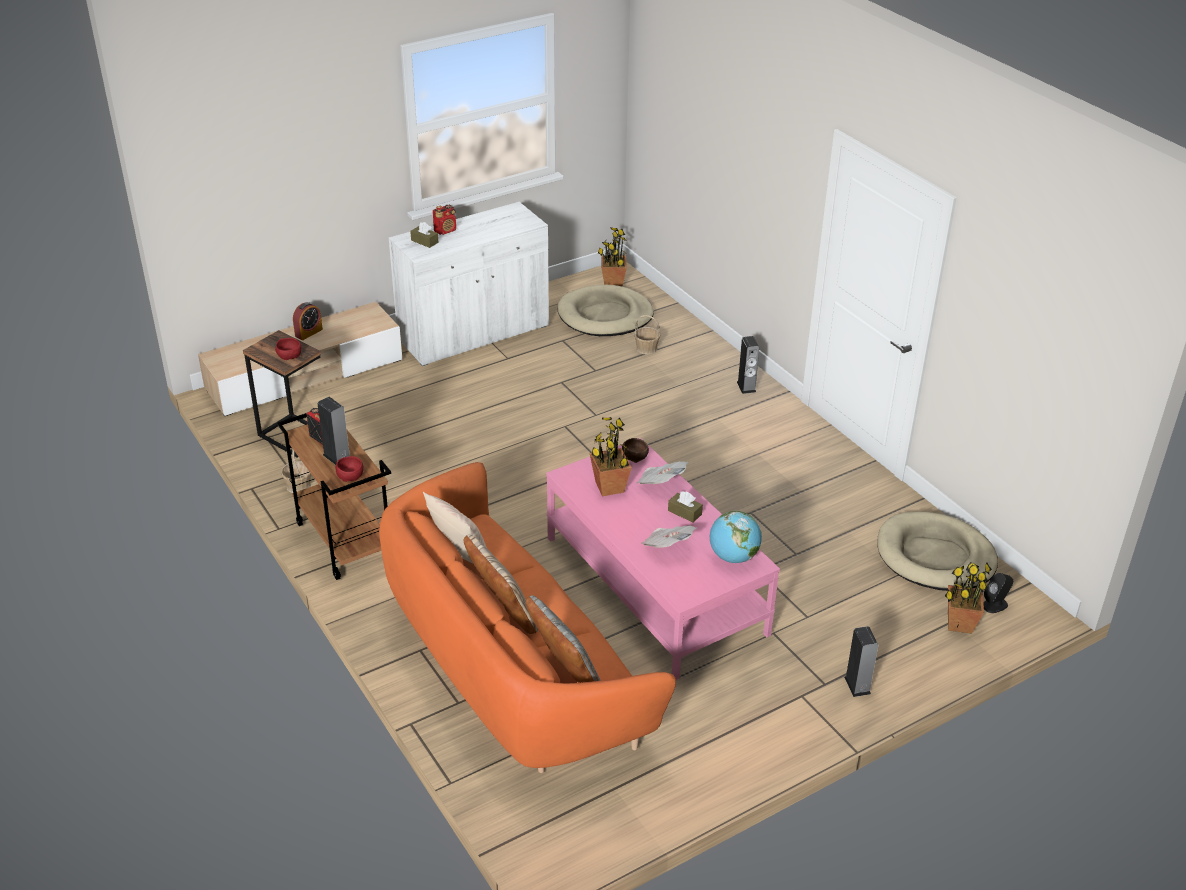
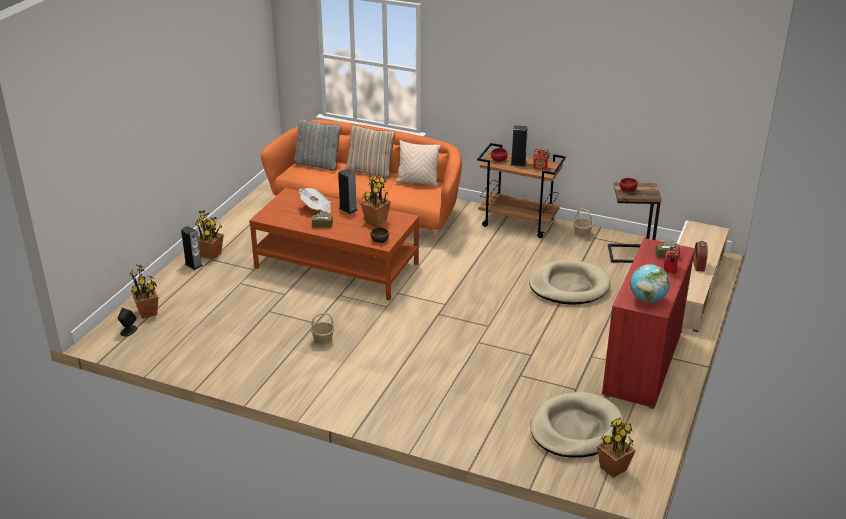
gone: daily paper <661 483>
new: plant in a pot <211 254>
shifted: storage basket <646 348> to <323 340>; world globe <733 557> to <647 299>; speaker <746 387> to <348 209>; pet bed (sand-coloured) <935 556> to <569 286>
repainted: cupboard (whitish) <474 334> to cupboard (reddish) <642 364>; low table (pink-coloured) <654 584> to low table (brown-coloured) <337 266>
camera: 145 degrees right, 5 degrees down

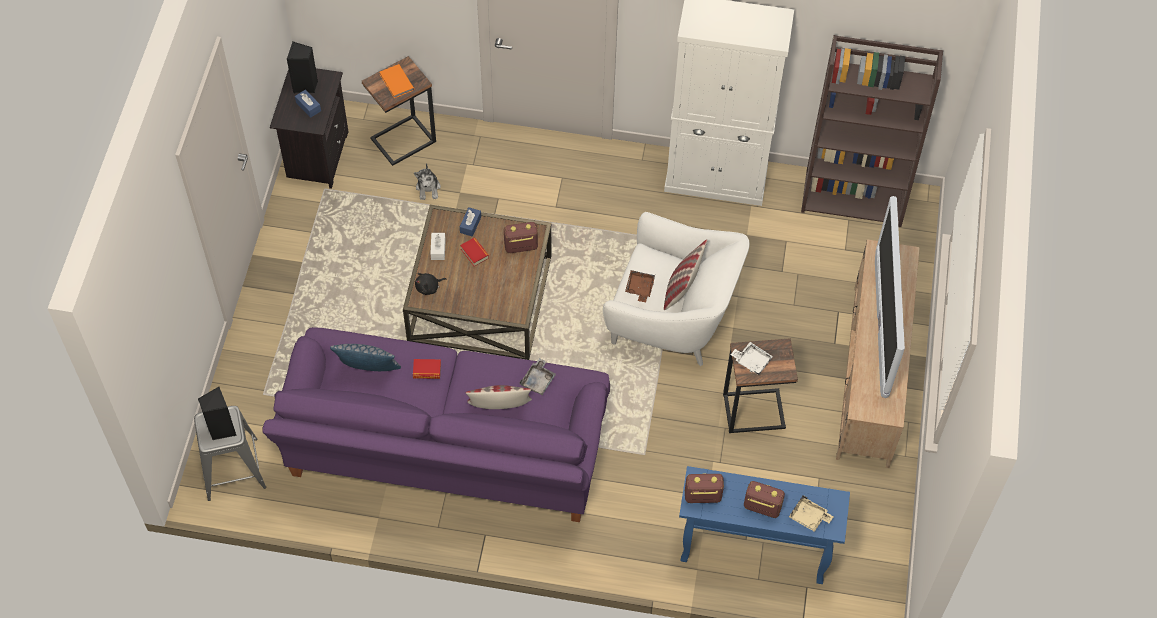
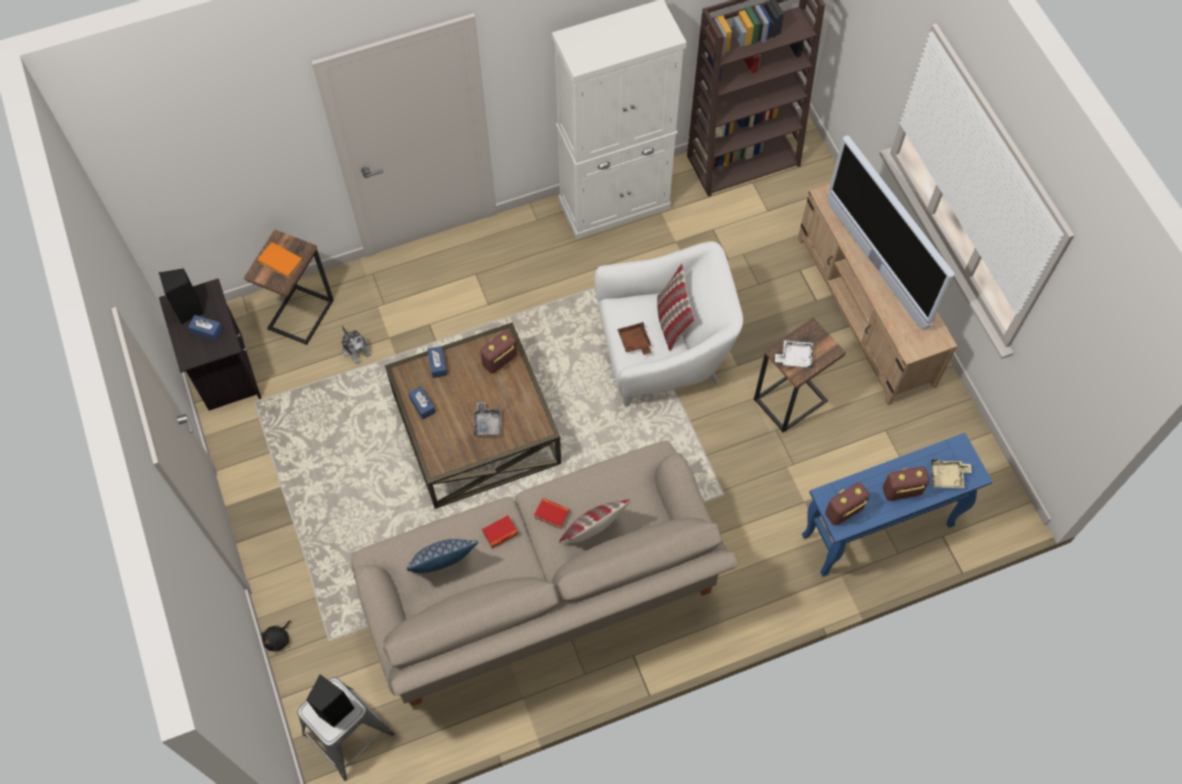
shifted: cuddly toy (blackish) <429 287> to <278 639>; book <474 253> to <552 514>; carrying tray (gray) <538 380> to <488 423>
repainted: couch (purple) <445 452> to couch (sand-coloured) <543 597>; box of tissues (whitish) <438 249> to box of tissues (bluish) <422 405>
camera: 30 degrees left, 5 degrees up

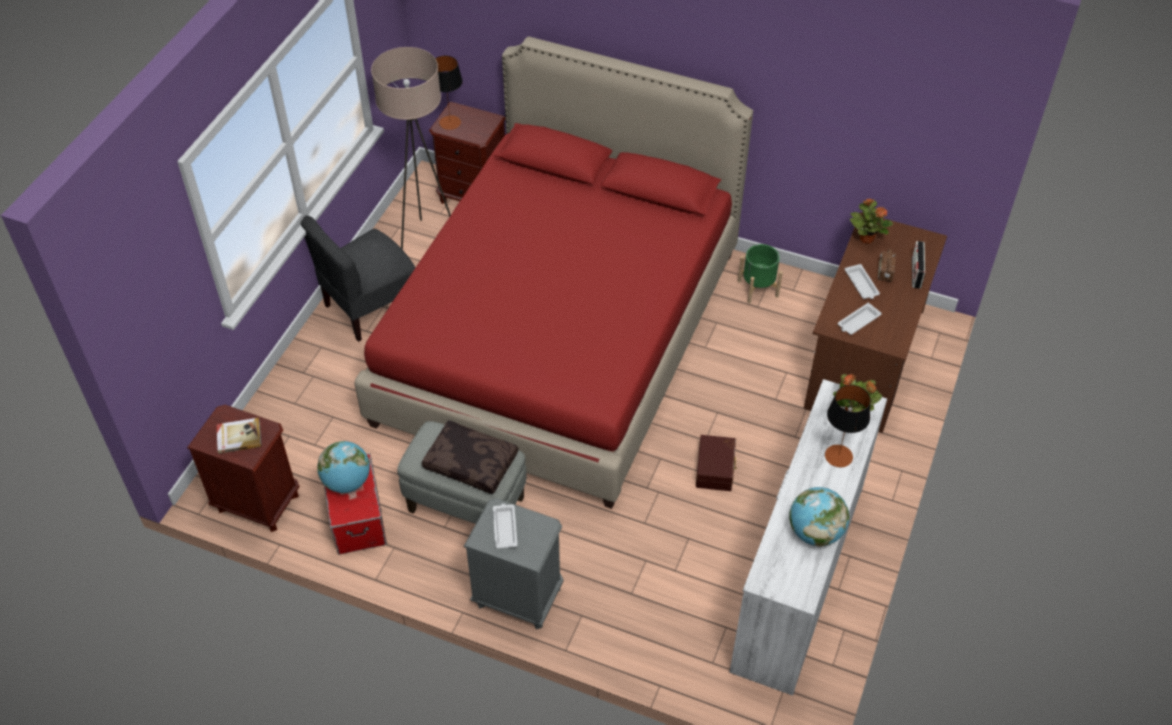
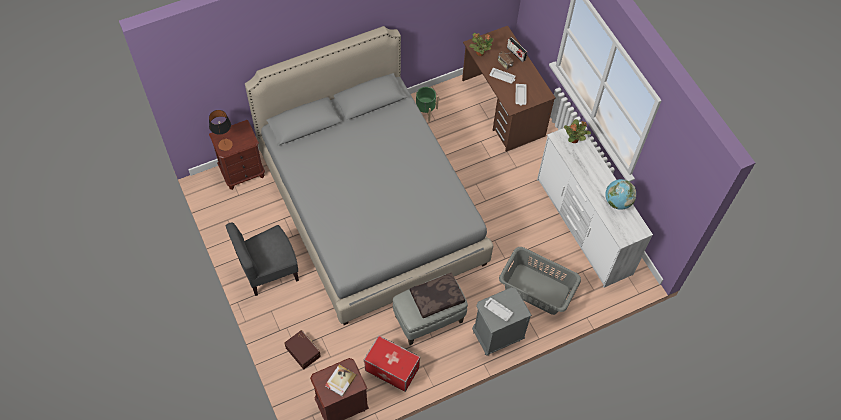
gone: world globe <347 482>; standing lamp (sand-coloured) <427 244>; lamp for a table <838 456>
new: hamper (gray) <537 290>
shifted: storage container (brown-coloured) <716 469> to <303 351>
repainted: bed (reddish) <559 336> to bed (gray) <371 207>
rotated: upright chair (gray) <370 308> = <268 271> 60 degrees clockwise
camera: 50 degrees left, 10 degrees up

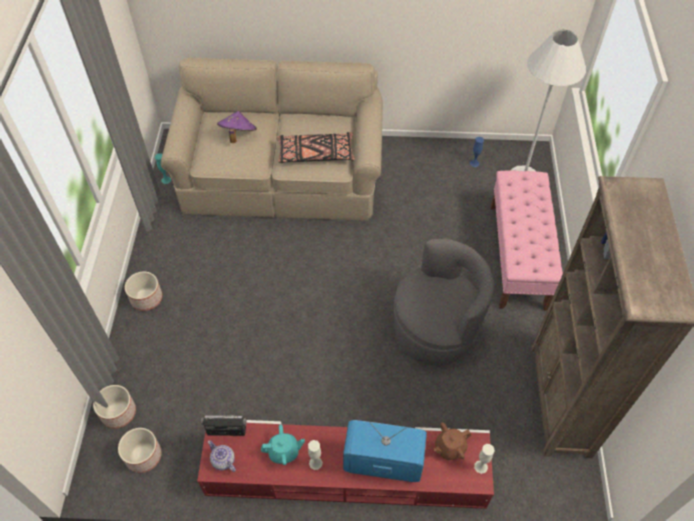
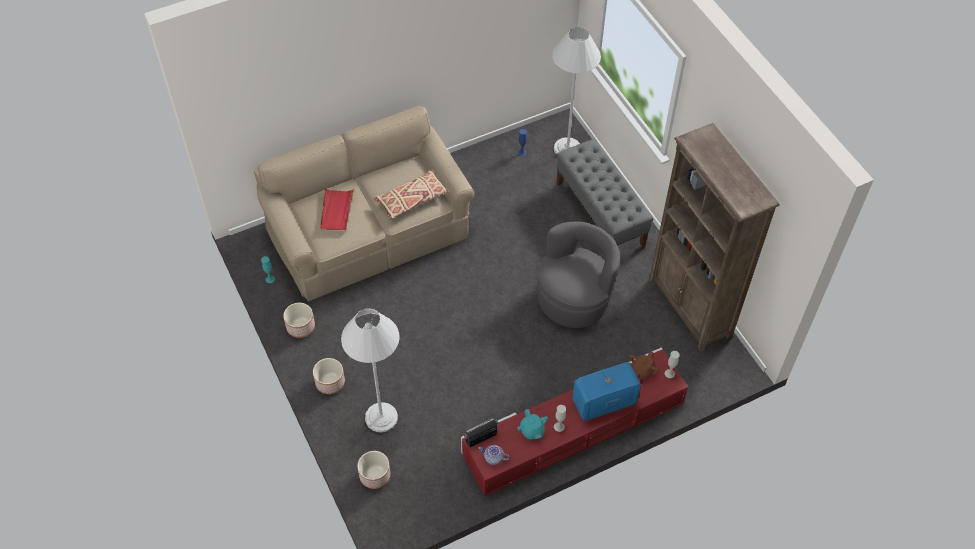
new: standing lamp (whitish) <381 417>
shifted: flower pot <144 456> to <301 326>
swapped: hat (purple) <238 135> to carrying tray (reddish) <336 211>
repainted: pillow (blackish) <315 154> to pillow (sand-coloured) <411 200>; long seat (pink-coloured) <517 256> to long seat (gray) <600 215>
rotated: tea pot (turquoise-coloured) <284 452> = <532 431> 105 degrees clockwise
camera: 30 degrees left, 0 degrees up

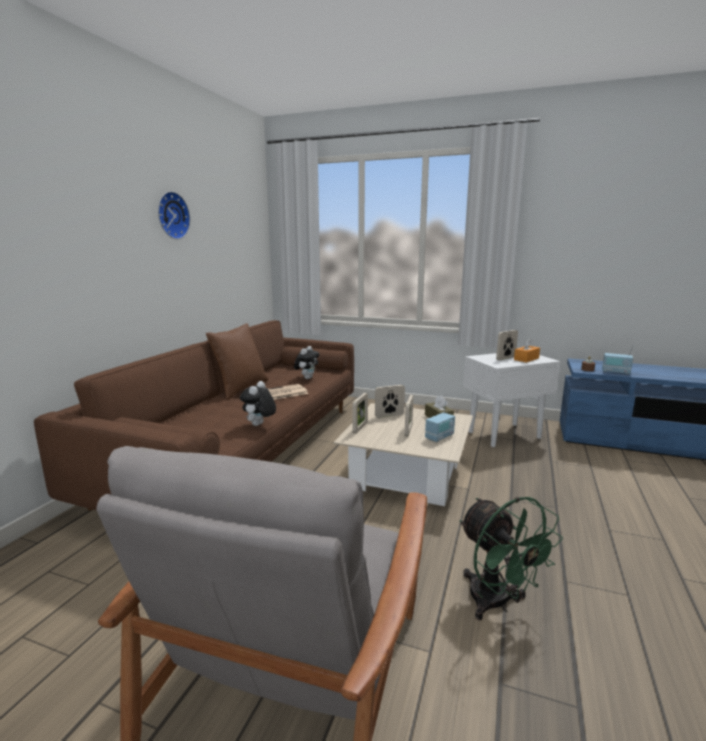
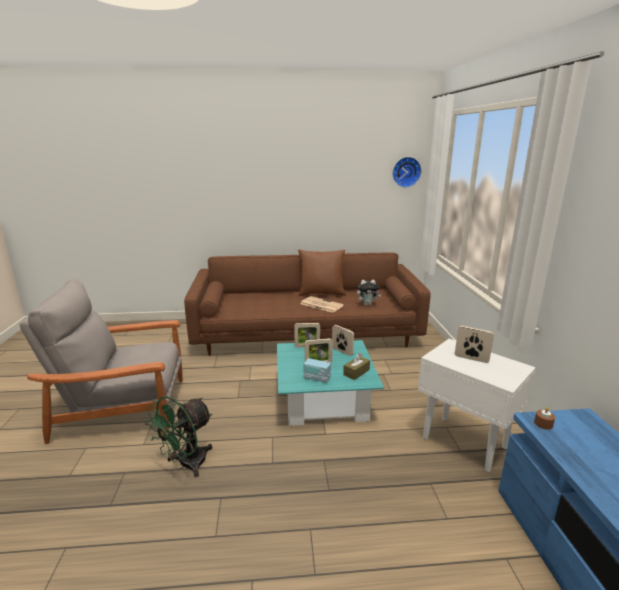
gone: cuddly toy <259 425>; box of tissues (orange) <526 359>; radio set <615 372>
shifted: wall clock <171 215> to <406 172>
repainted: low table (sand-coloured) <406 474> to low table (turquoise-coloured) <324 400>
camera: 65 degrees right, 5 degrees up

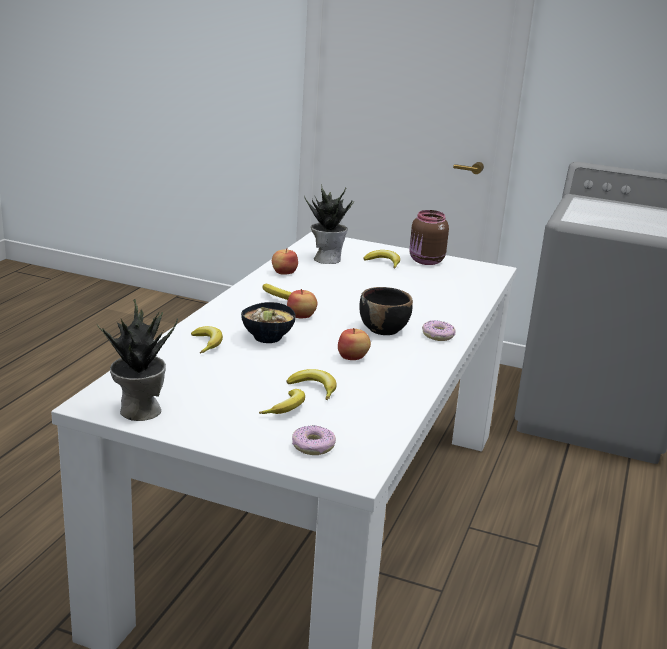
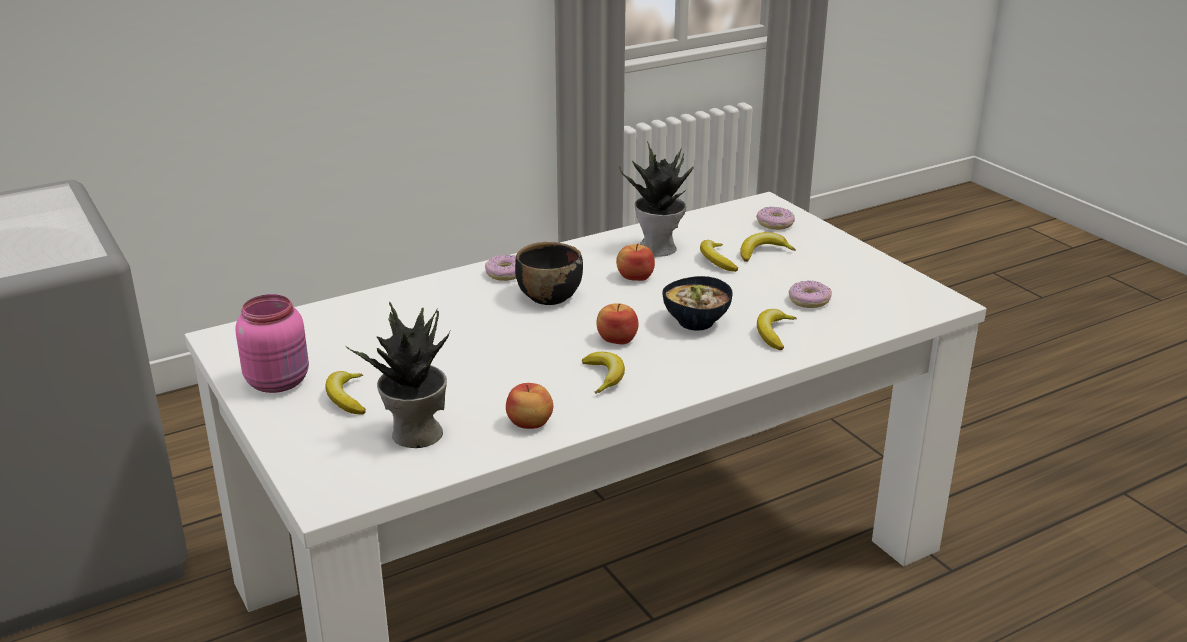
new: donut <808 300>
shifted: plant in a pot <138 411> to <659 248>
repainted: storage jar (brown-coloured) <426 261> to storage jar (pink-coloured) <280 382>
camera: 140 degrees left, 5 degrees up

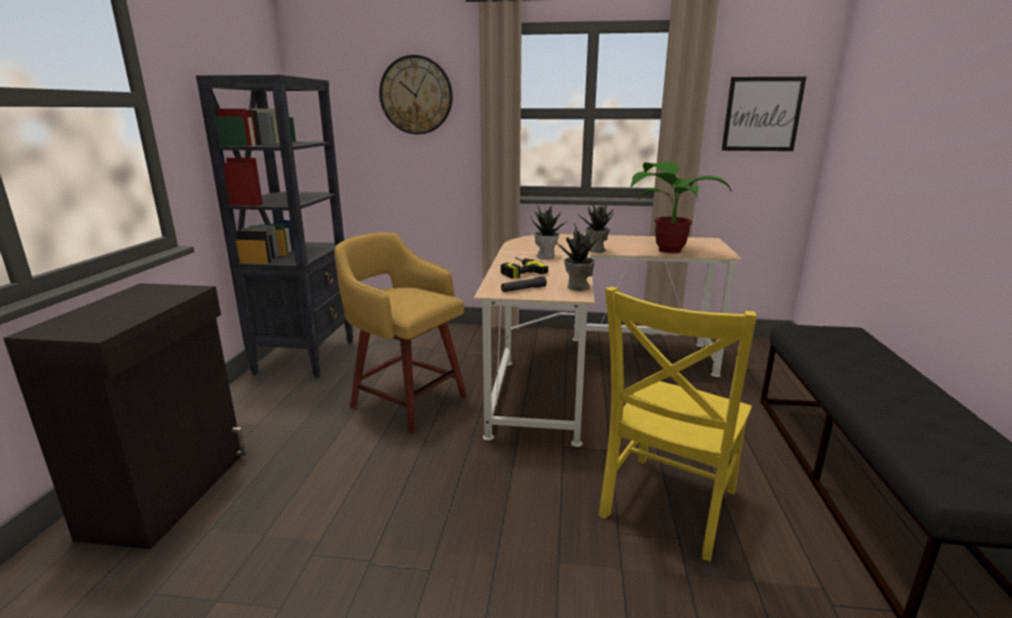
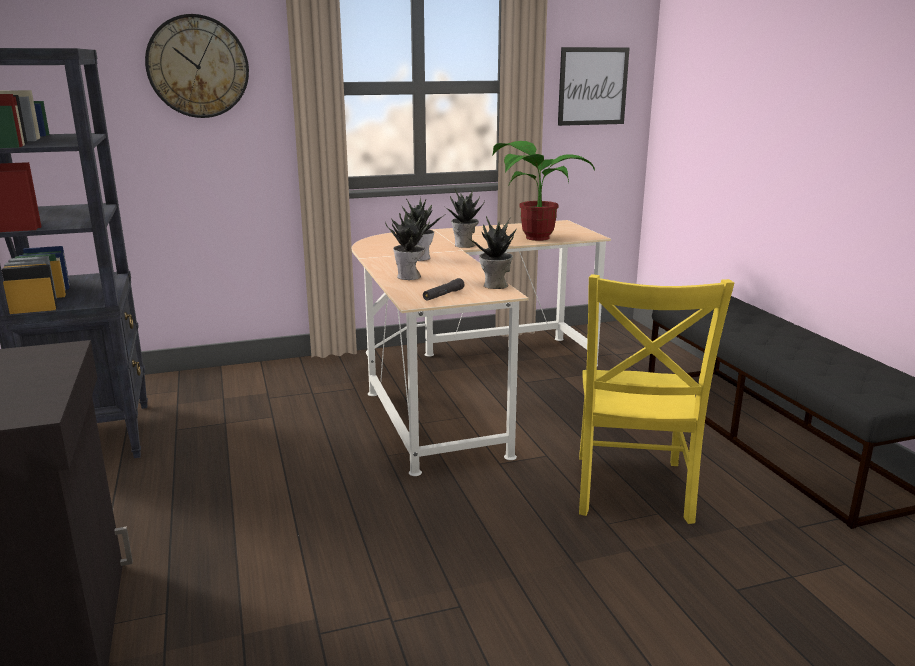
gone: stool seat (yellow-coloured) <407 400>
swapped: electric drill <517 270> to plant in a pot <410 277>
camera: 25 degrees left, 0 degrees up

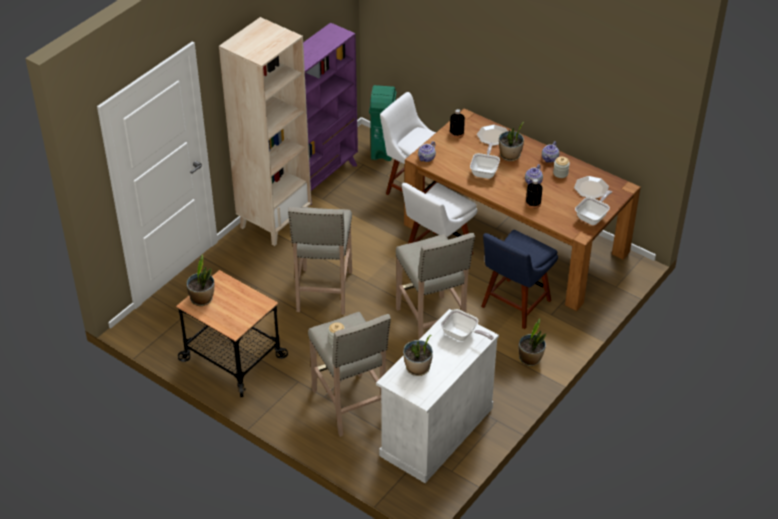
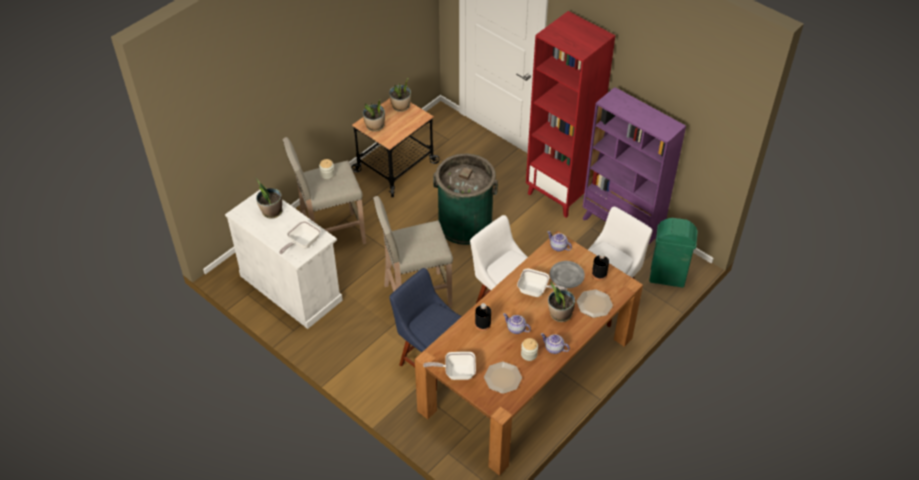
new: dinner plate (gray) <566 276>
shifted: plant in a pot <530 359> to <375 126>
swapped: stool seat (sand-coloured) <323 292> to waste bin (green-coloured) <465 224>
repainted: shelving unit (sand-coloured) <274 221> to shelving unit (reddish) <560 194>
rotated: frying pan <593 217> = <456 372> 135 degrees clockwise
camera: 95 degrees right, 5 degrees up

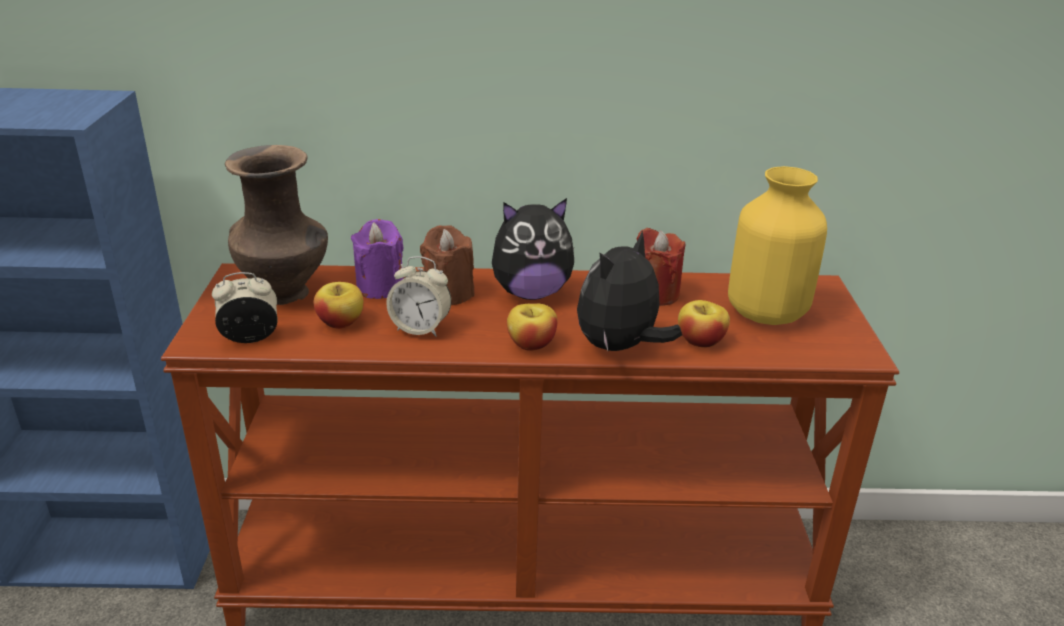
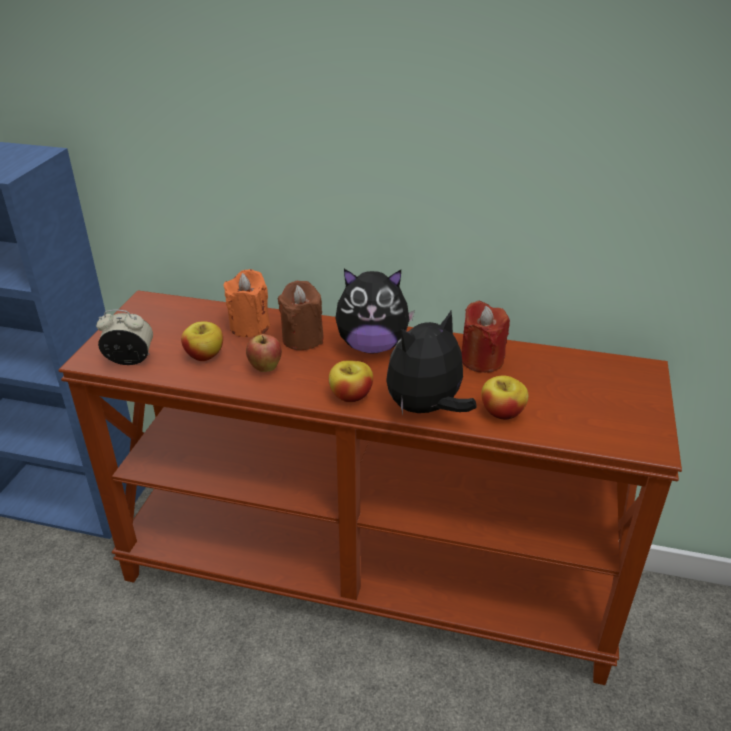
gone: vase (brown-coloured) <287 294>; vase (yellow-coloured) <765 313>
swapped: alarm clock <420 328> to apple fruit <265 369>
repainted: wax light (purple) <380 287> to wax light (orange) <249 326>
camera: 15 degrees right, 5 degrees up

